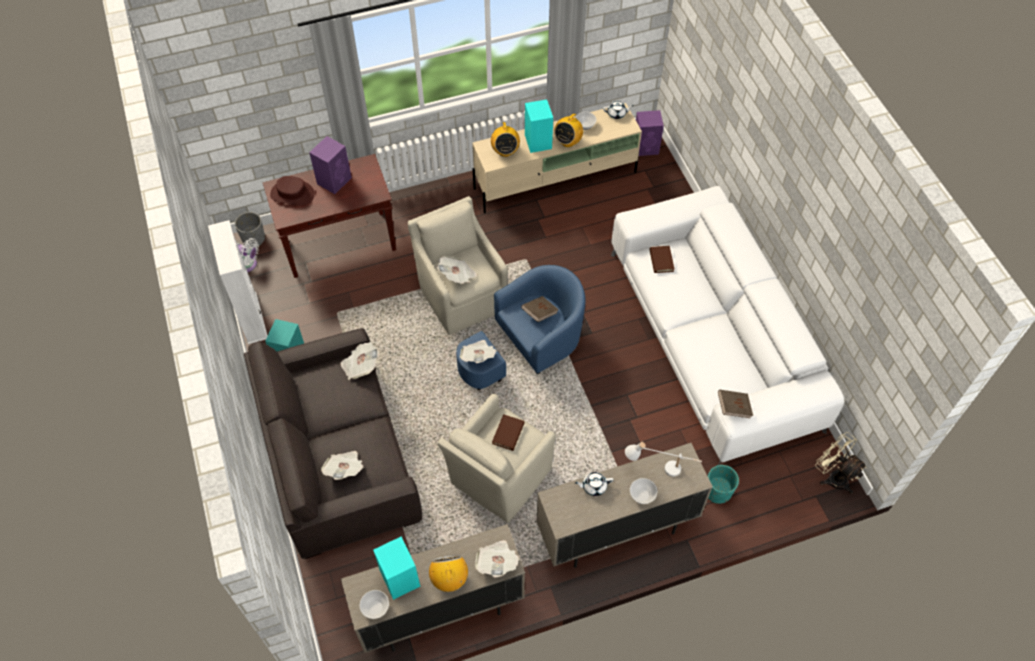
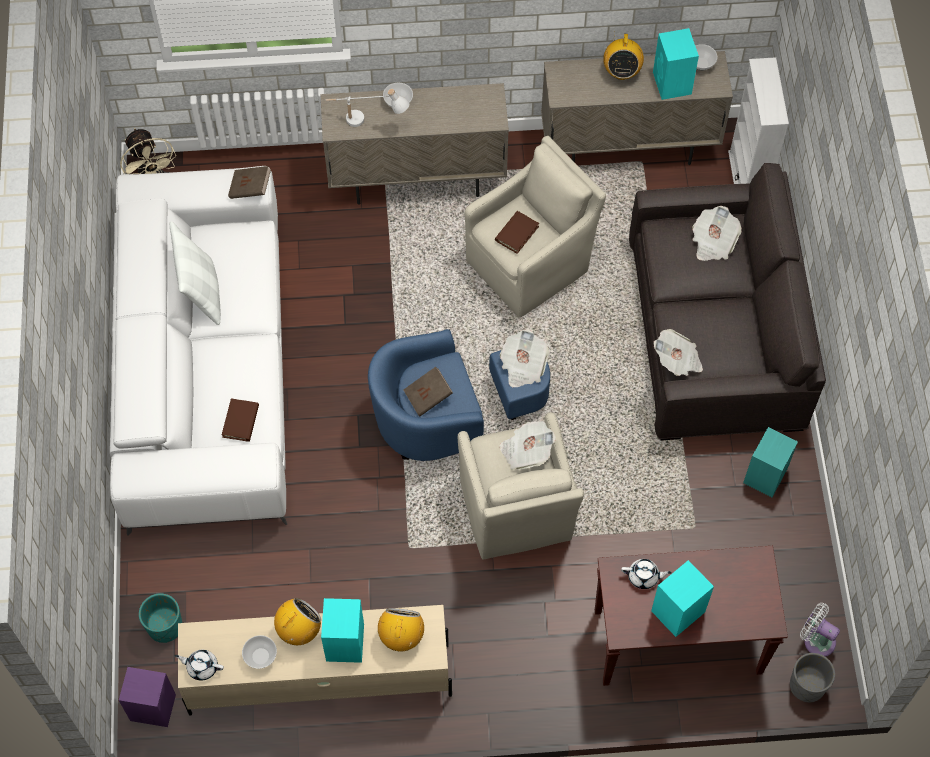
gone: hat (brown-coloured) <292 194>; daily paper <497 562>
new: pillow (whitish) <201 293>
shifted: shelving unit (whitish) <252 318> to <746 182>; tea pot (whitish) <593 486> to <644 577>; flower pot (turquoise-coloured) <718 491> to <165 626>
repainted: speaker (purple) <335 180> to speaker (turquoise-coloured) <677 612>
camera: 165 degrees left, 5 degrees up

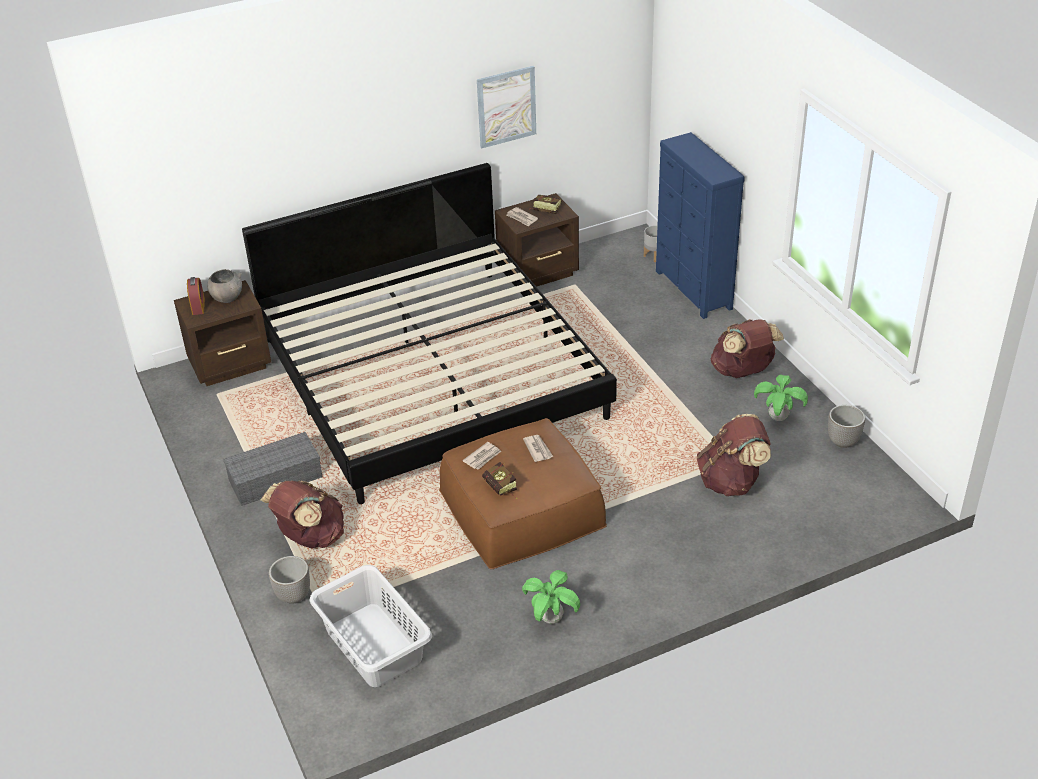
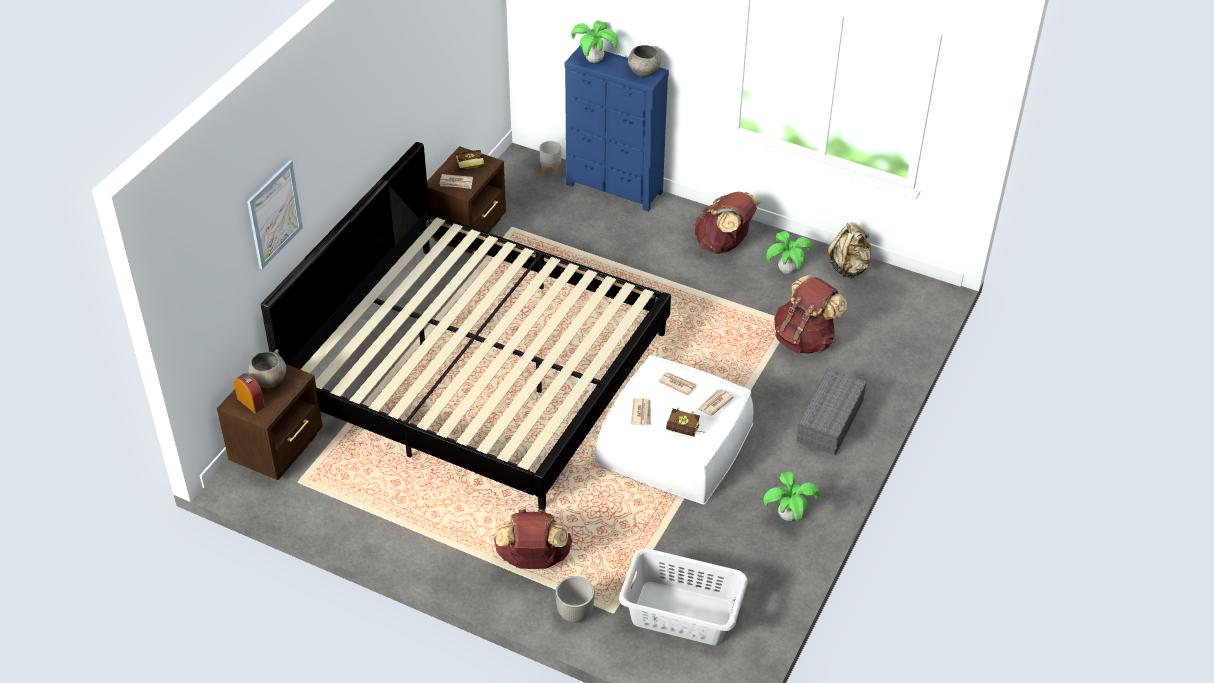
new: plant in a pot <594 60>; serving bowl (gray) <644 73>; daily paper <714 403>
shifted: storage container (gray) <274 480> to <830 422>; picture <506 106> to <274 214>
swapped: flower pot <843 441> to backpack (sand-coloured) <849 267>
repainted: pouffe (brown-coloured) <521 507> to pouffe (whitish) <674 442>
camera: 40 degrees left, 5 degrees up

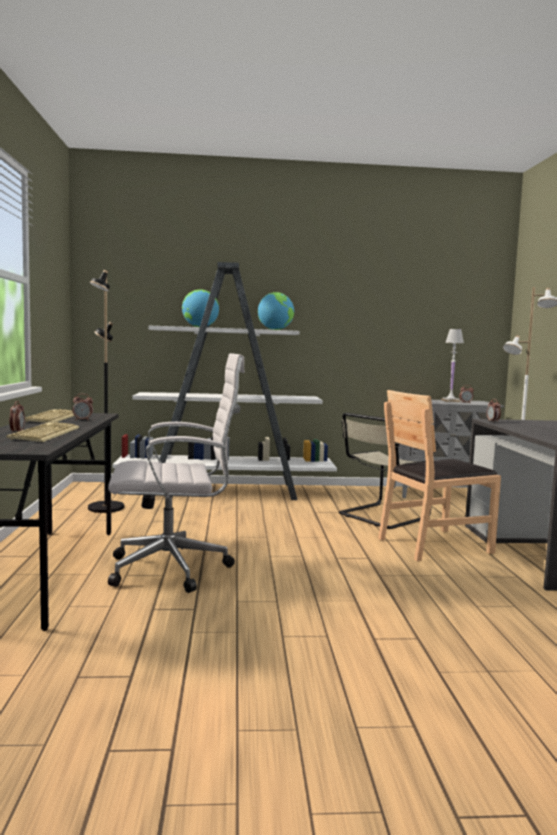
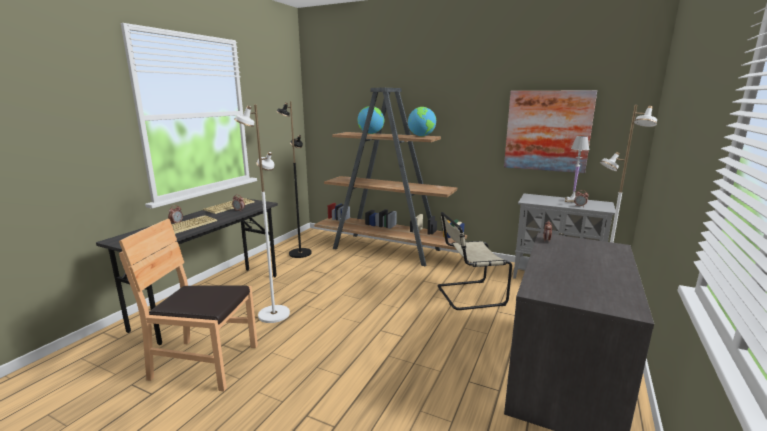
new: picture <547 131>
shifted: upright chair (brown-coloured) <434 545> to <205 363>
swapped: office chair (whitish) <175 569> to standing lamp (whitish) <273 314>
repainted: shelving unit (whitish) <226 491> to shelving unit (brown-coloured) <388 250>
camera: 30 degrees right, 10 degrees up

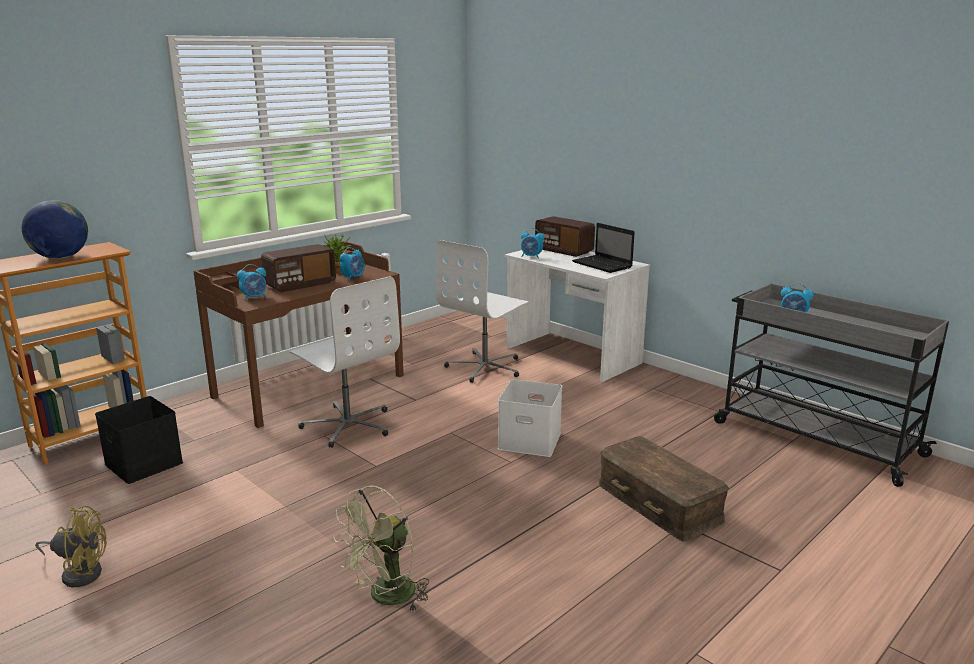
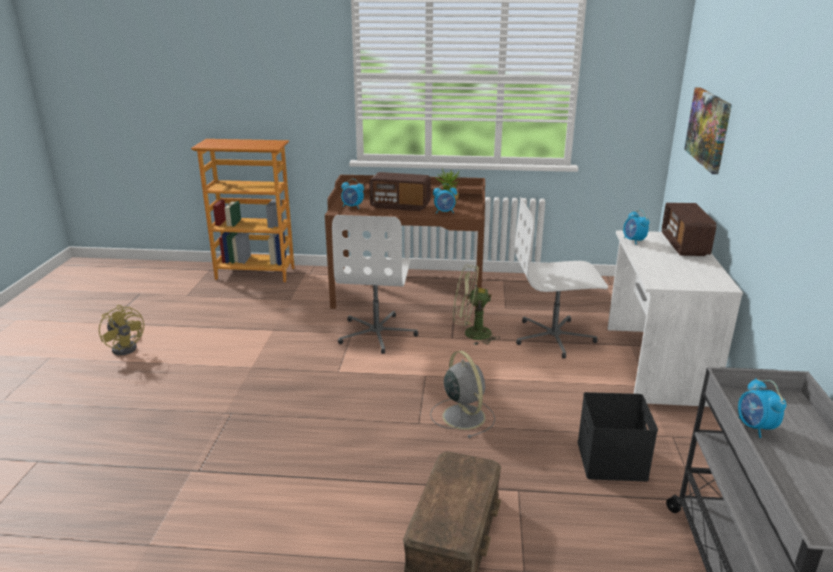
gone: world globe <60 257>; portable computer <603 265>
new: picture <709 128>
shifted: storage container (blackish) <145 463> to <613 461>; electric fan (green-coloured) <385 597> to <471 334>
swapped: storage container (whitish) <528 441> to electric fan (gray) <462 415>
camera: 50 degrees right, 5 degrees up

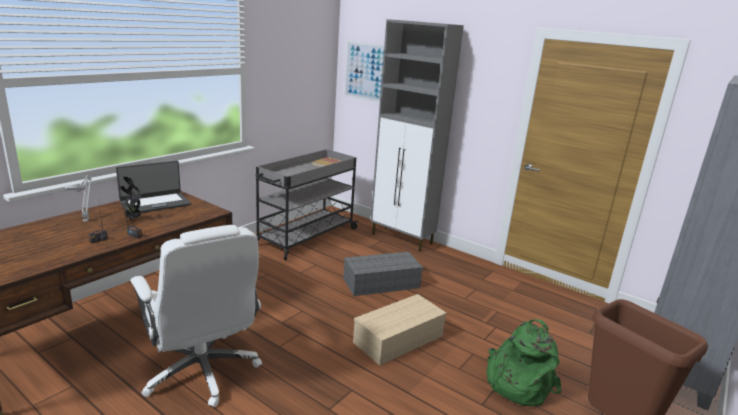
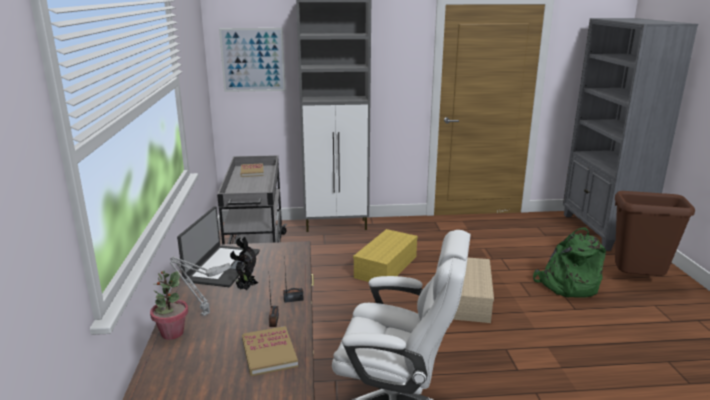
new: plant in a pot <172 333>; book <269 353>
repainted: storage container (gray) <380 283> to storage container (yellow-coloured) <386 267>
camera: 40 degrees left, 0 degrees up

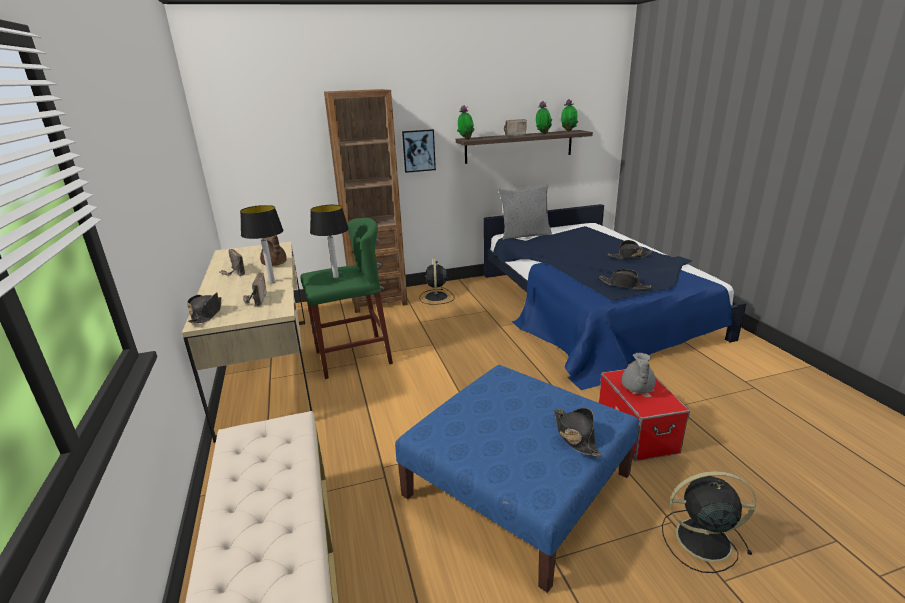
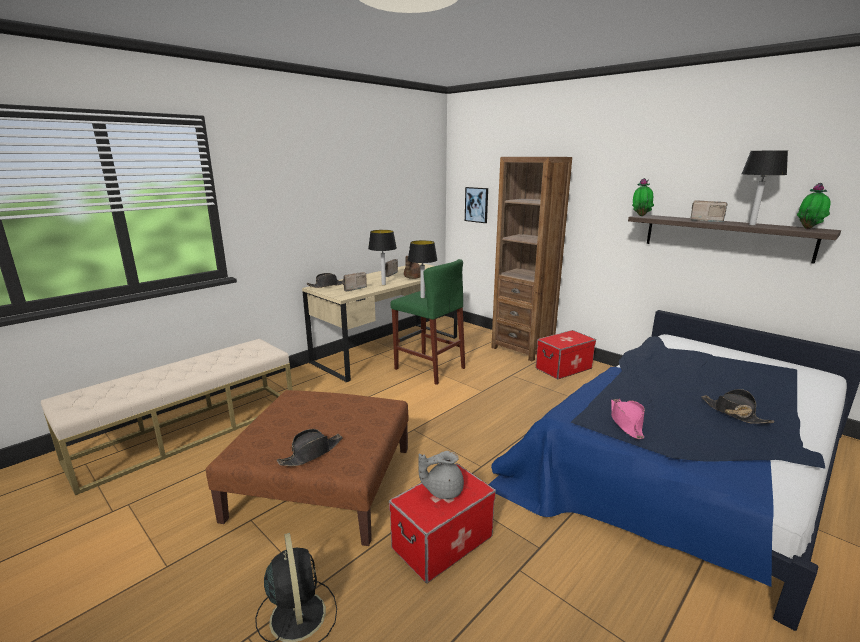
gone: pillow (gray) <524 236>
shifted: picture <418 150> to <476 204>
swapped: electric fan (blackish) <436 297> to storage container <563 368>; plant in a pot <542 134> to lamp for a table <751 225>
repainted: pouffe (bluish) <516 485> to pouffe (brown-coloured) <322 482>; hat (blackish) <624 285> to hat (pink-coloured) <626 422>
camera: 60 degrees right, 5 degrees down

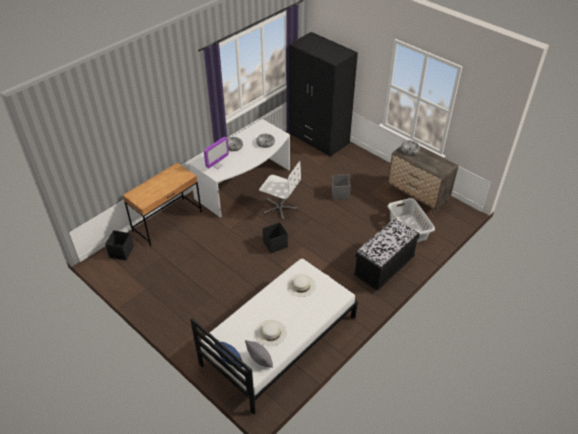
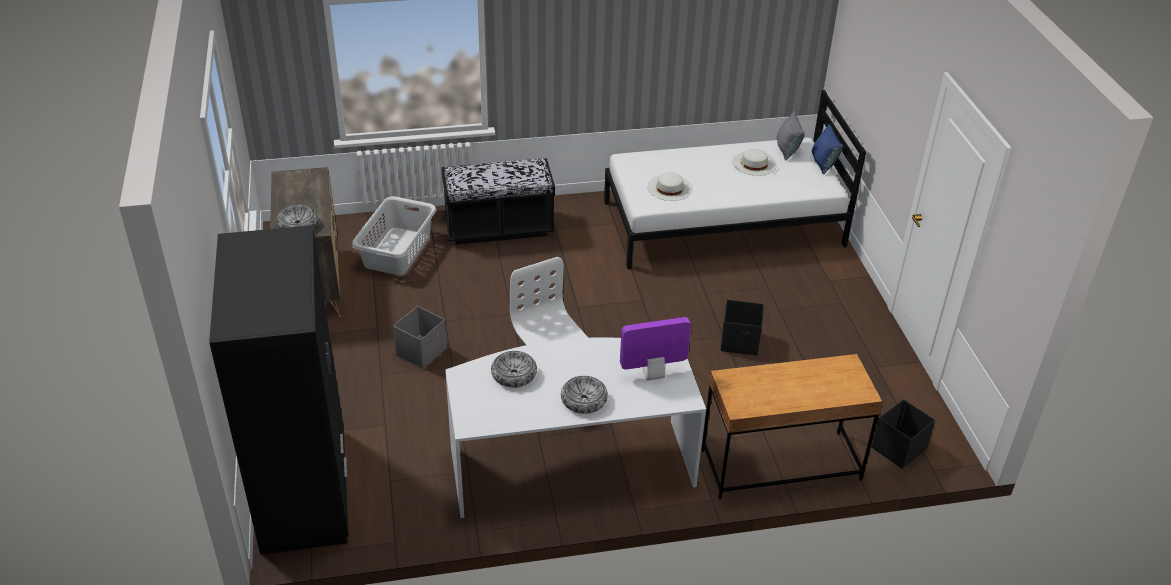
shifted: storage container (blackish) <275 244> to <740 342>
camera: 145 degrees left, 5 degrees down

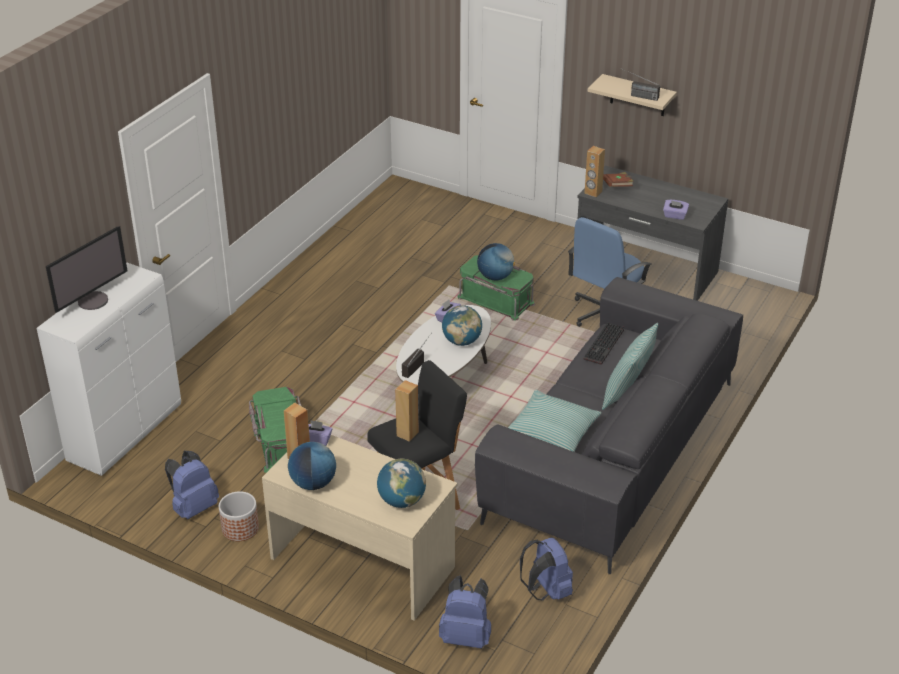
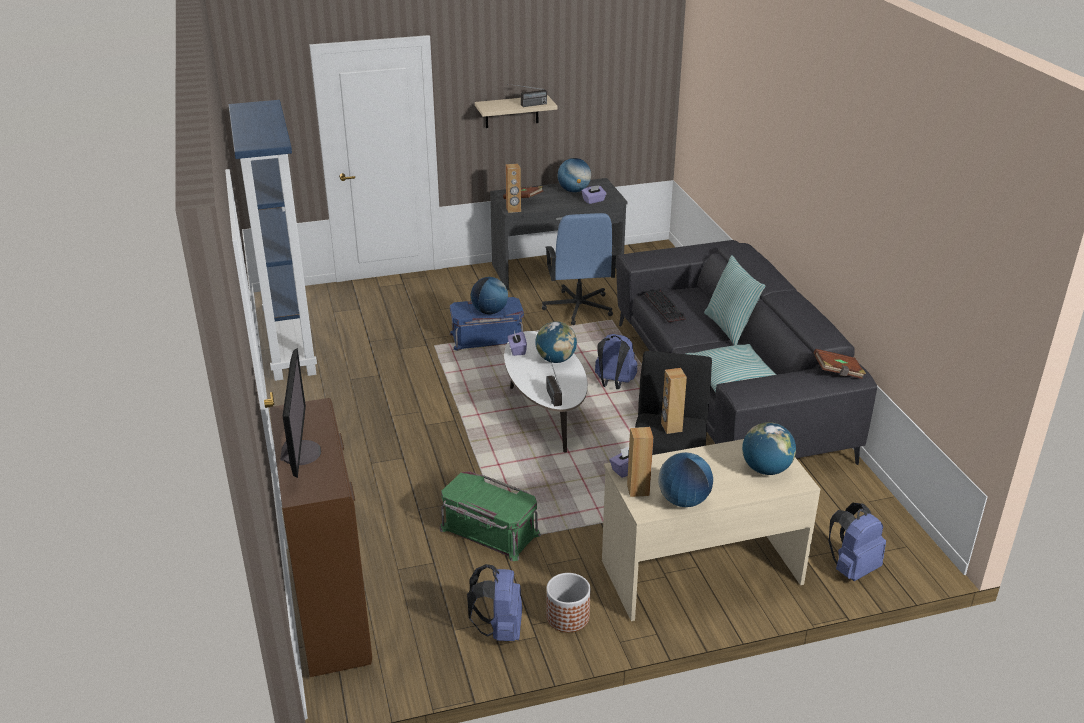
new: shelving unit (bluish) <289 346>; world globe <574 191>; book (brown-coloured) <838 372>
shifted: backpack (bluish) <546 591> to <613 383>
repainted: cupboard (whitish) <126 433> to cupboard (brown-coloured) <332 614>; storage container (green-coloured) <496 300> to storage container (bluish) <487 337>
camera: 45 degrees left, 5 degrees down

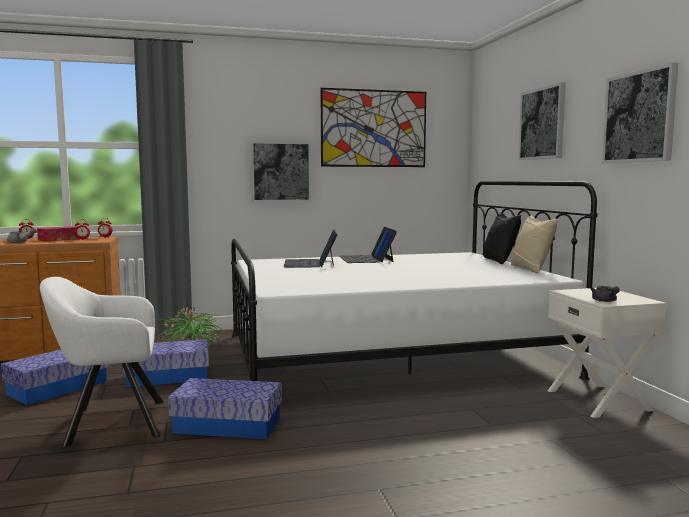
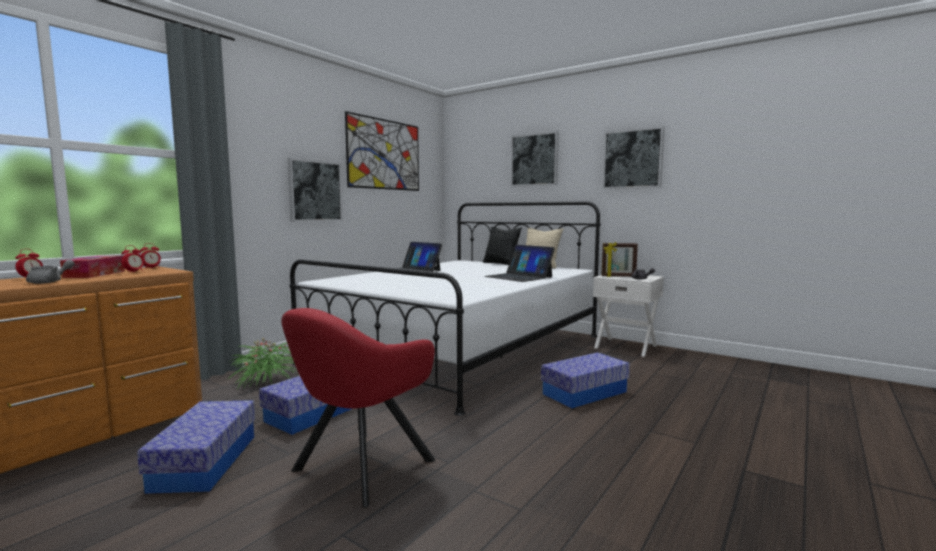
new: standing frame <618 276>
shifted: storage container <227 425> to <584 393>; portable computer <310 263> to <519 277>
repainted: lounge chair (whitish) <109 422> to lounge chair (reddish) <358 468>
camera: 40 degrees left, 0 degrees up

